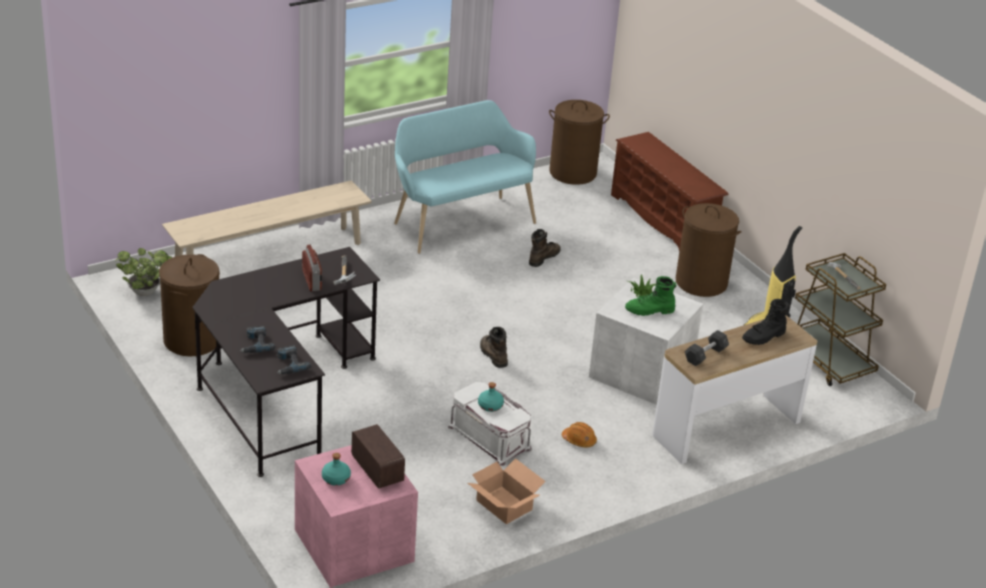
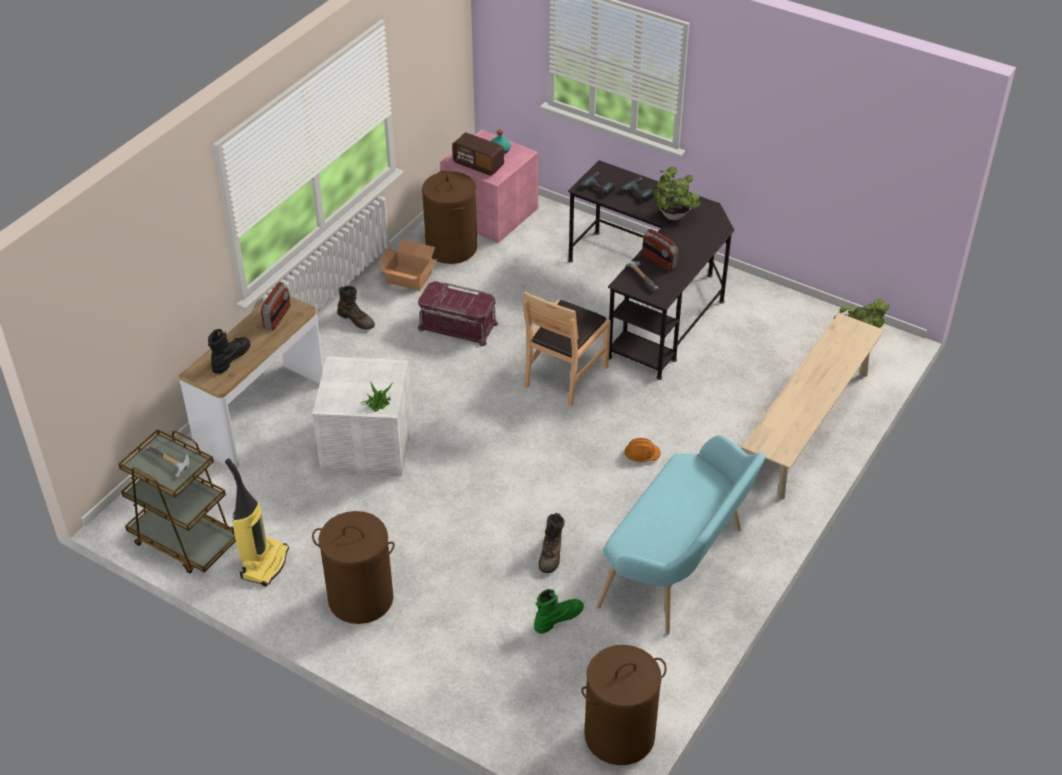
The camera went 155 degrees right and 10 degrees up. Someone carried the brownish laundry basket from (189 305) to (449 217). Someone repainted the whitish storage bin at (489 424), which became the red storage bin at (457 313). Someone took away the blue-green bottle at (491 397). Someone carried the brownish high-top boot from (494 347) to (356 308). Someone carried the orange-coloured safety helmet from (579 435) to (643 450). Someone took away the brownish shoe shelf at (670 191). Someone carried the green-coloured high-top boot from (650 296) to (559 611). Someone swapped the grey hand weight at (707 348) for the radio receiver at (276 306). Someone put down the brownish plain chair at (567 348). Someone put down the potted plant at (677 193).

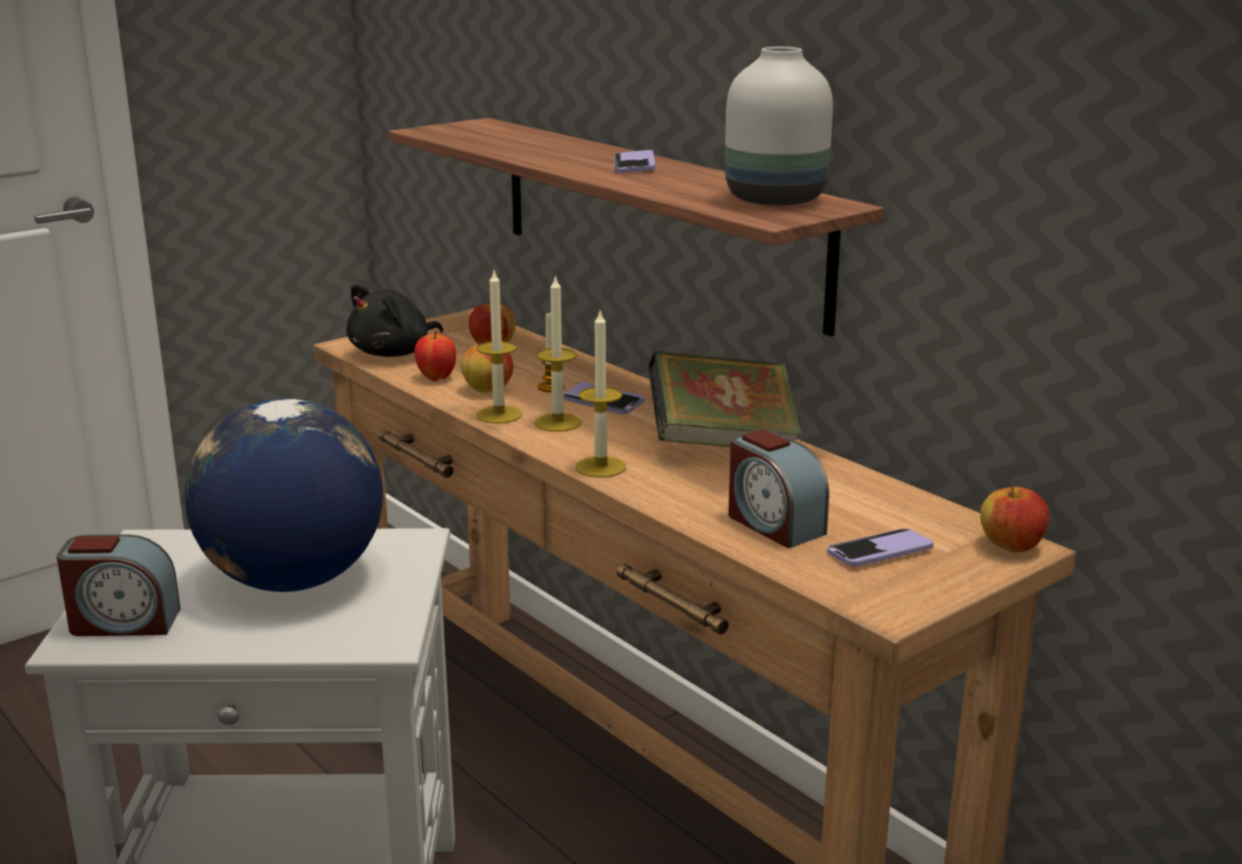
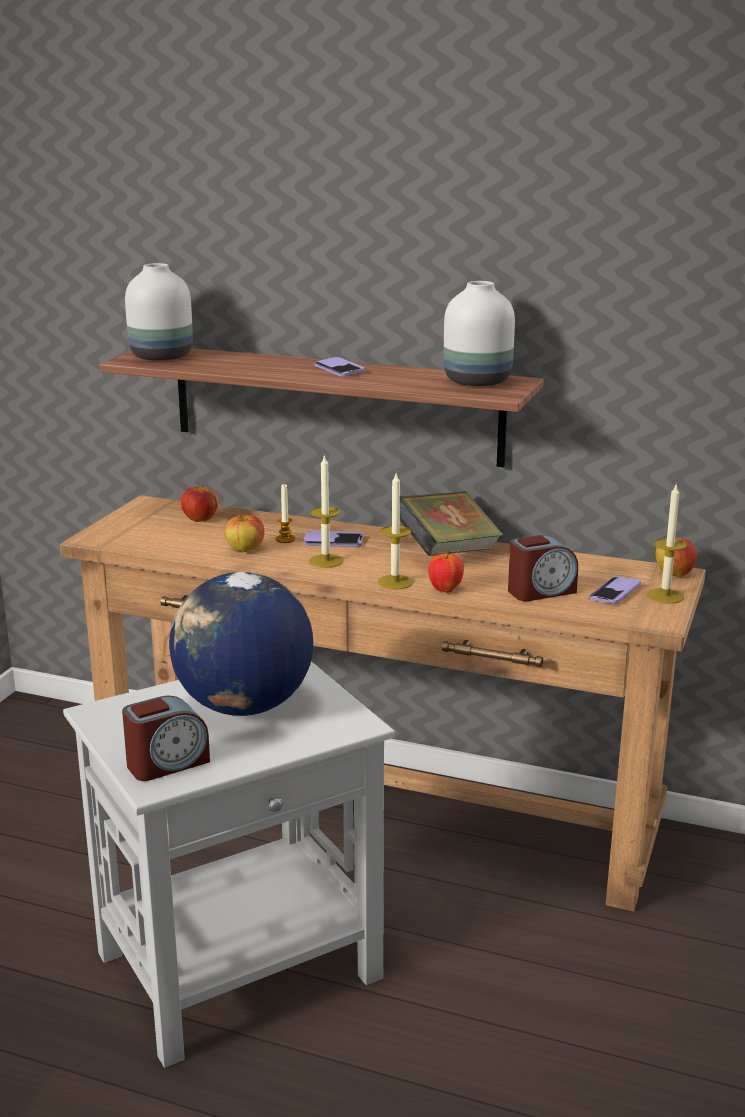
The camera went 30 degrees left and 0 degrees up. Someone took away the black-coloured plush toy at (394 320). Someone carried the apple fruit from (435 356) to (446 572). Someone carried the candle from (499 347) to (667 544). Someone rotated the table clock at (778 488) by 45 degrees counterclockwise. Someone put down the whitish flower vase at (159 312).

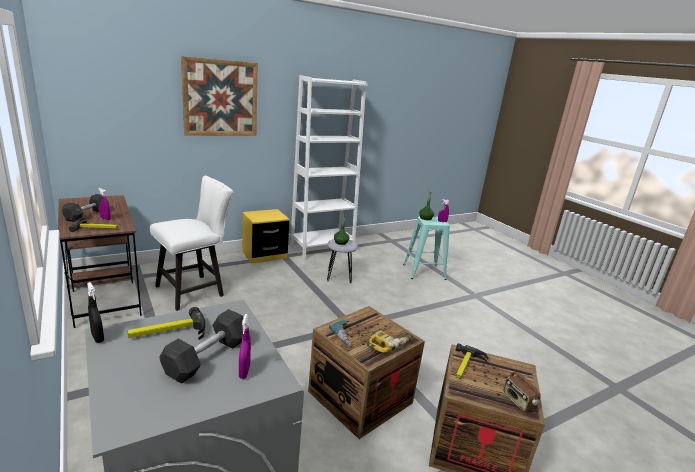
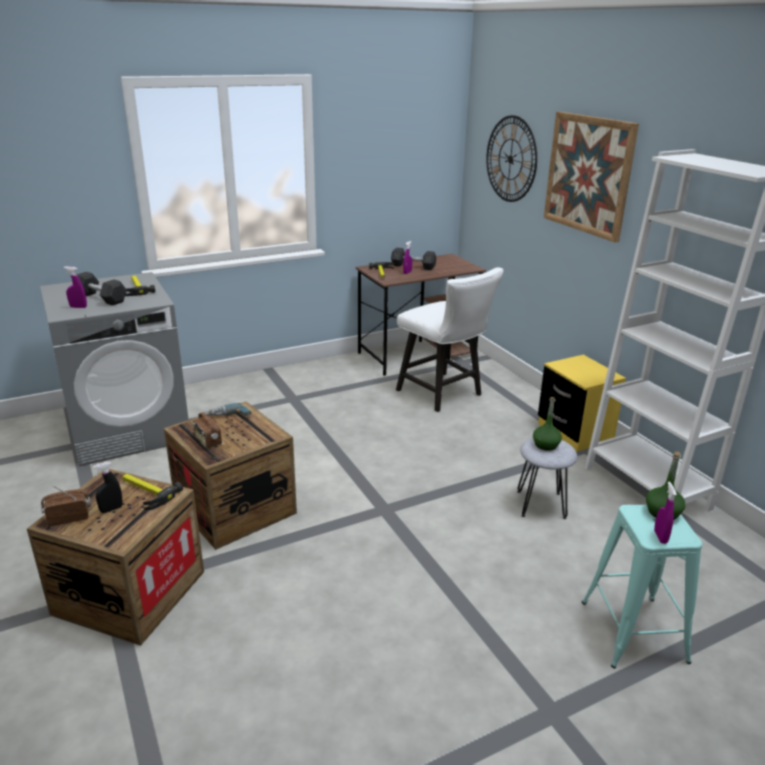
The camera went 95 degrees right and 5 degrees up. Someone carried the black-coloured spray bottle from (95 312) to (108 487). Someone swapped the power drill at (385 340) for the radio receiver at (207 428). Someone put up the hanging clock at (511 158).

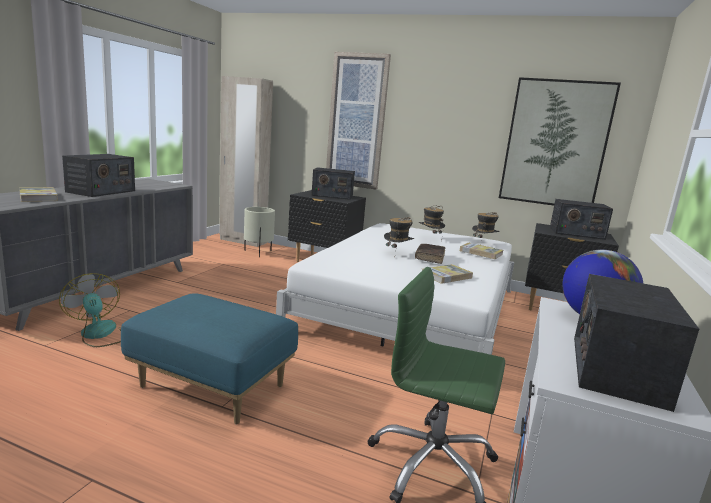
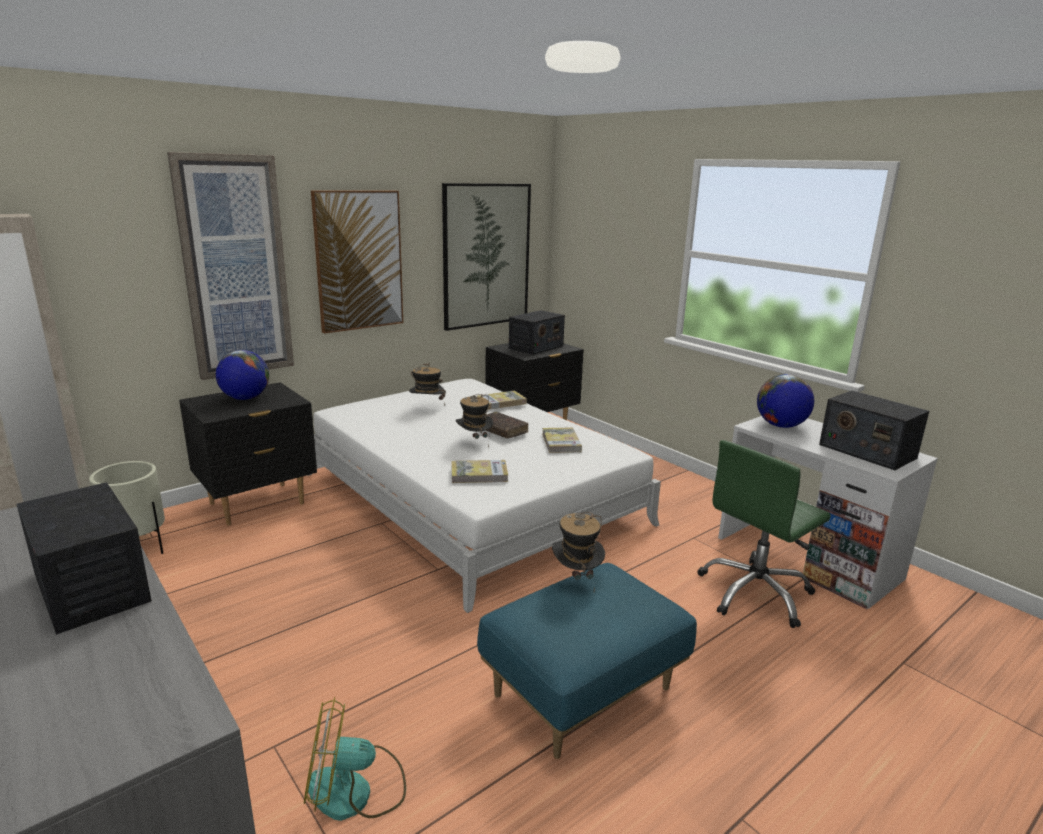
The camera went 60 degrees left and 5 degrees up. Someone carried the bound book from (38 194) to (479 471). Someone swapped the radio receiver at (333 183) for the globe at (242 375). Someone carried the hat from (485 228) to (578 551). Someone put up the wall art at (357 262).

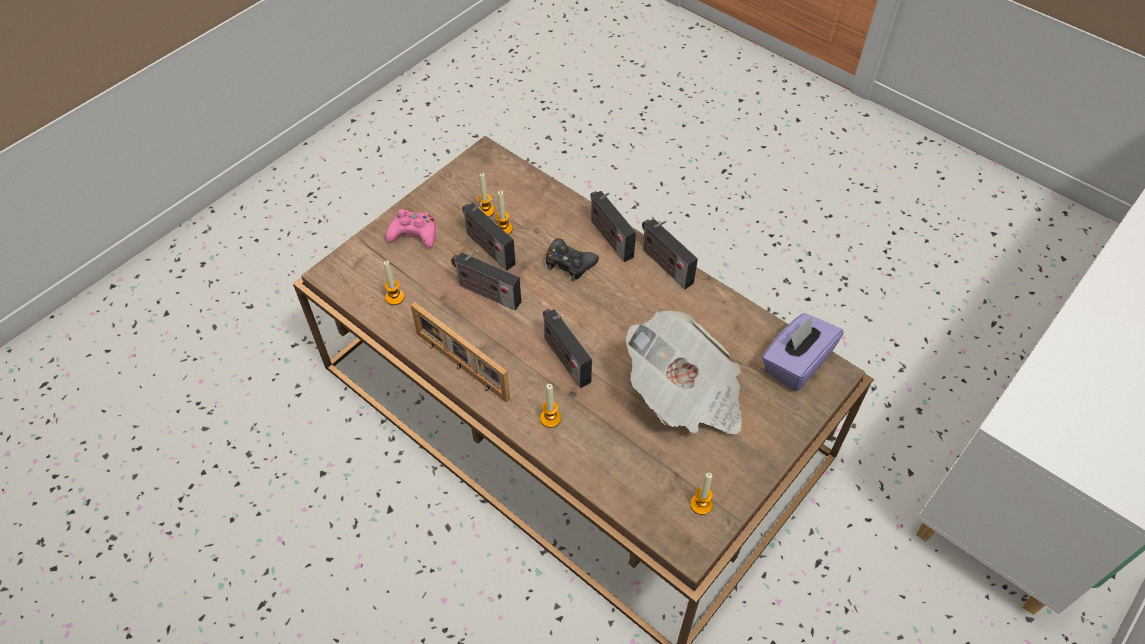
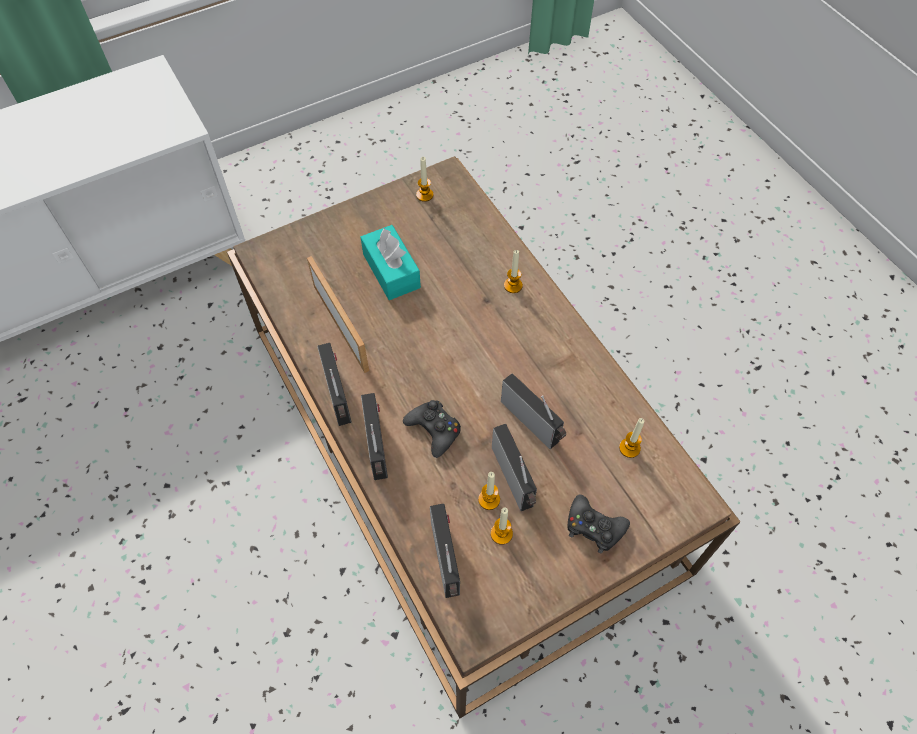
The camera went 160 degrees left and 5 degrees up. Someone repainted the pinkish joypad at (411 228), which became the black-coloured joypad at (598 524). Someone carried the standing frame from (460 352) to (338 314). Someone carried the radio receiver from (567 348) to (445 550). Someone swapped the newspaper at (684 372) for the blue-green tissue holder at (391 262). Someone took away the purplish tissue holder at (803 352).

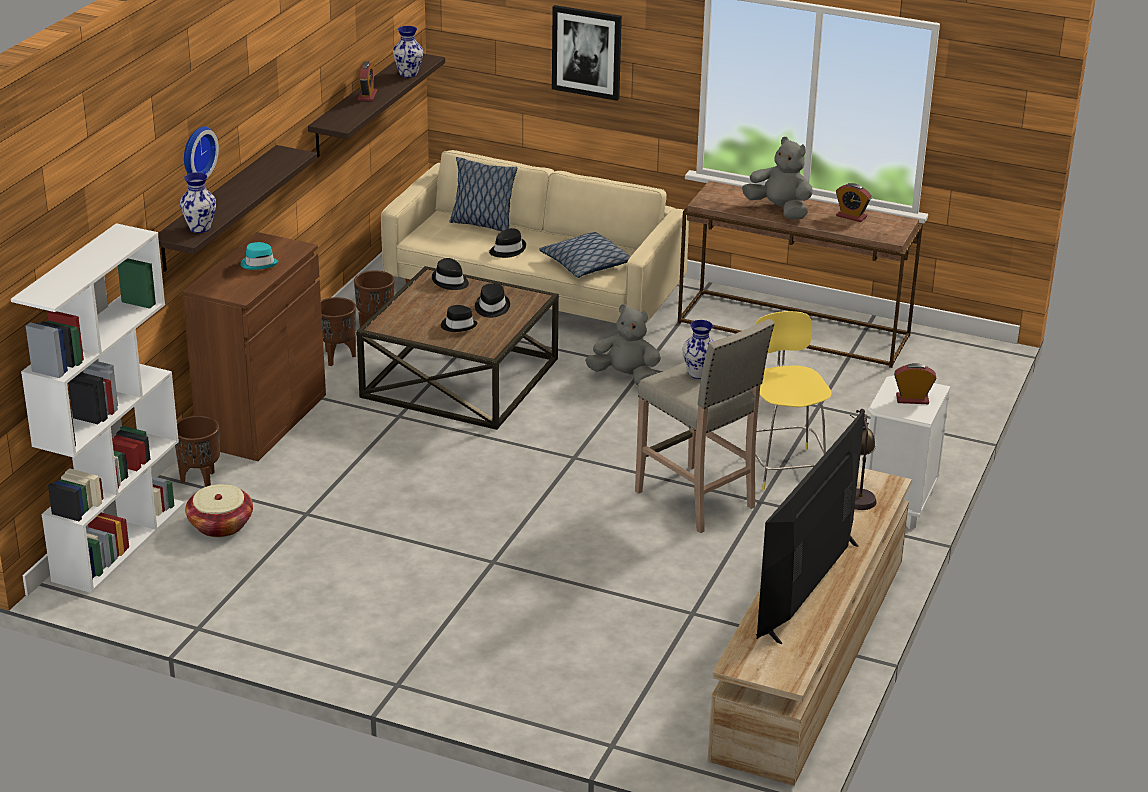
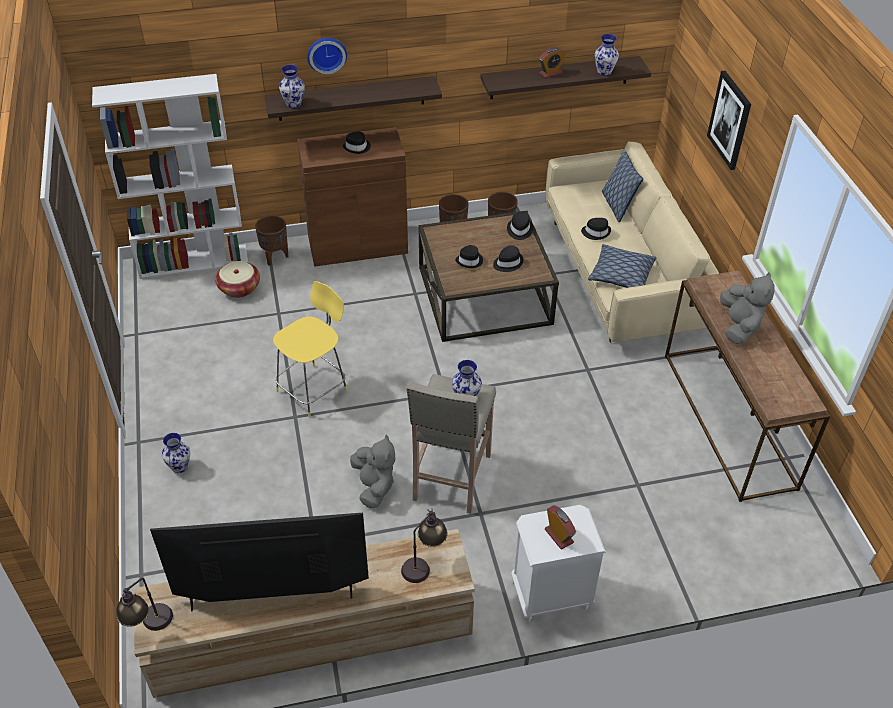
The camera went 55 degrees right and 15 degrees up. Someone repainted the blue-green hat at (259 256), which became the black-coloured hat at (356 142). Someone carried the grey plush toy from (623 345) to (372 471). Someone carried the yellow stool seat from (788 400) to (310 349). Someone took away the table clock at (854 202). Someone put down the table lamp at (144 604). Someone put down the flower vase at (176 453).

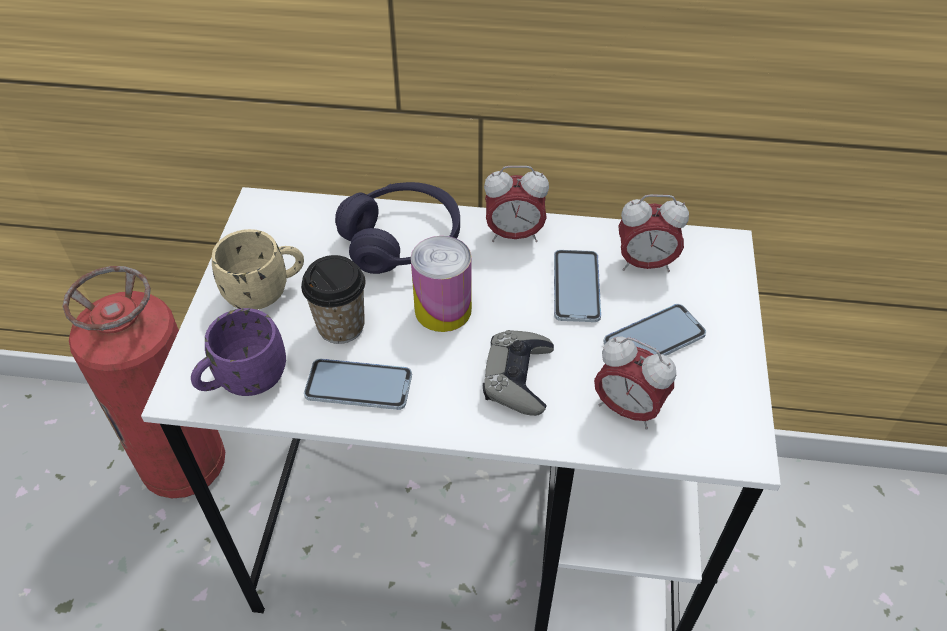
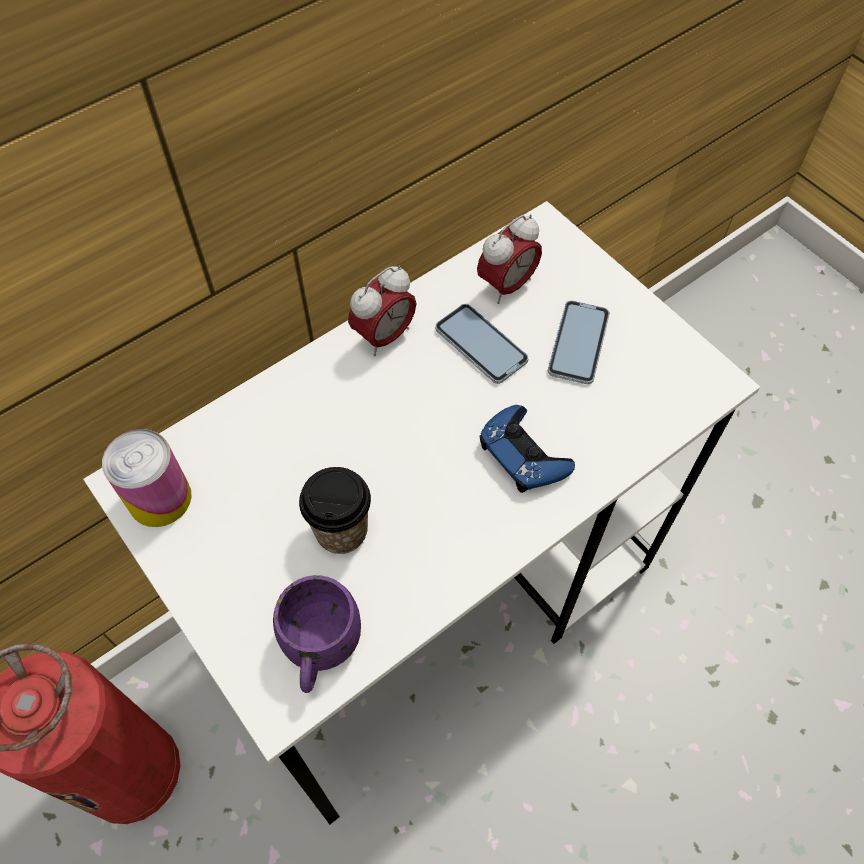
The camera went 45 degrees left and 10 degrees up. Someone took away the beige-coloured mug at (258 269). Someone took away the phone at (358 384). Someone took away the purplish headset at (397 228). Someone carried the can from (441 284) to (146 478). Someone repainted the grey joypad at (518 373), which became the blue joypad at (527 449). Someone took away the table clock at (635 382).

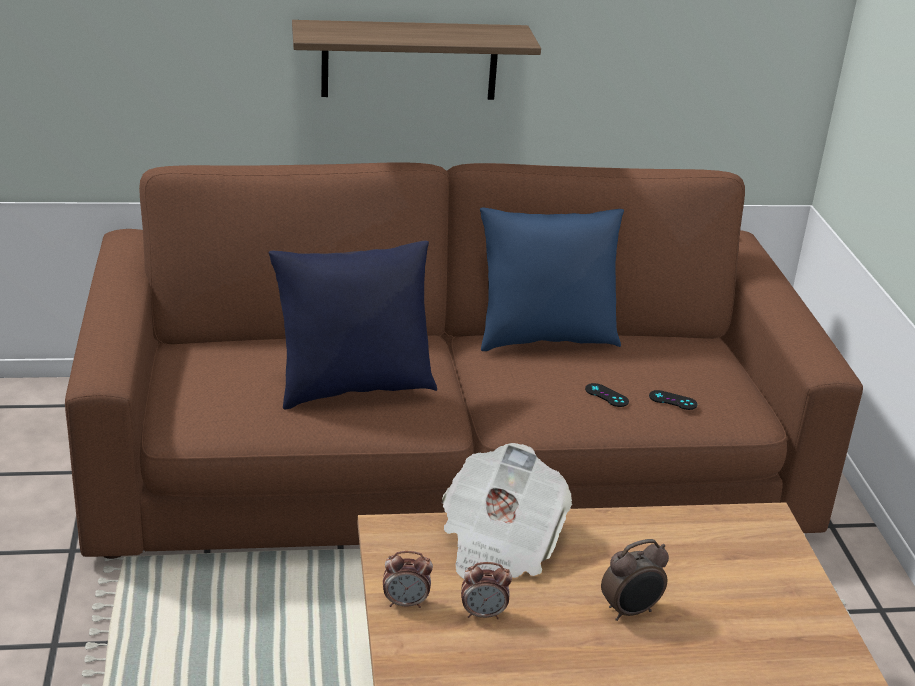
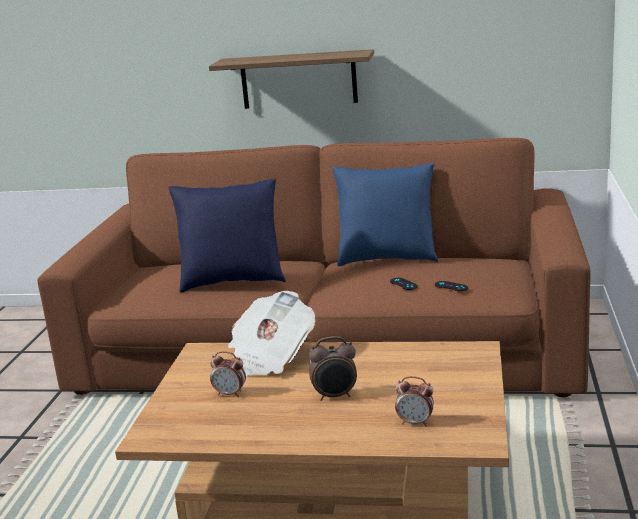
The camera went 20 degrees right and 10 degrees down. Someone carried the table clock from (408 579) to (414 401).

